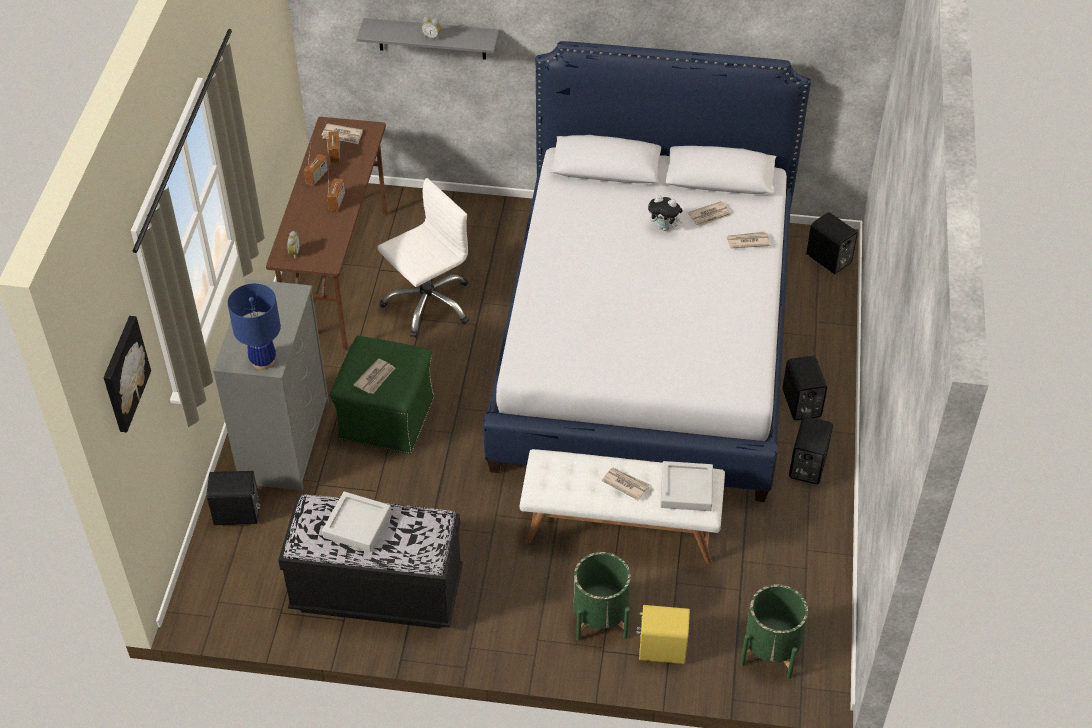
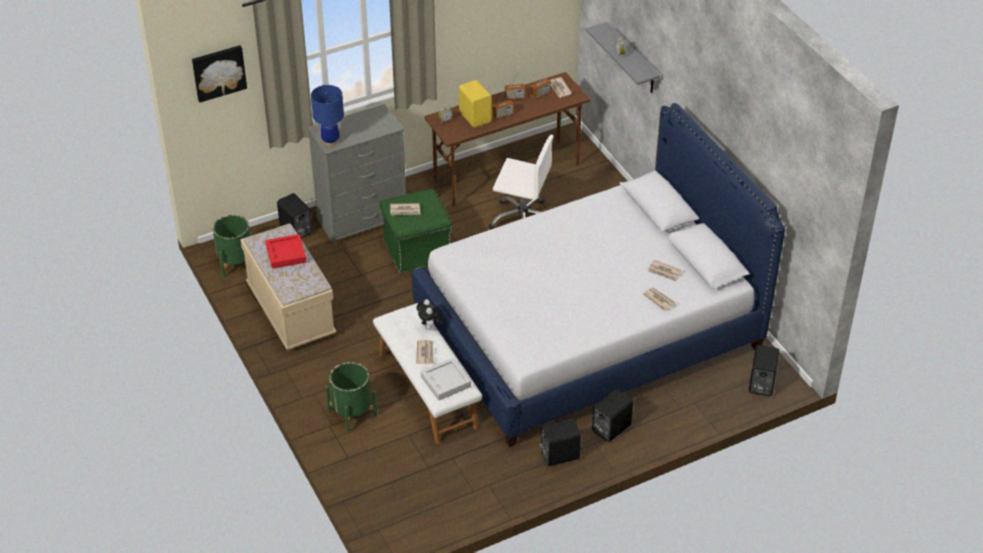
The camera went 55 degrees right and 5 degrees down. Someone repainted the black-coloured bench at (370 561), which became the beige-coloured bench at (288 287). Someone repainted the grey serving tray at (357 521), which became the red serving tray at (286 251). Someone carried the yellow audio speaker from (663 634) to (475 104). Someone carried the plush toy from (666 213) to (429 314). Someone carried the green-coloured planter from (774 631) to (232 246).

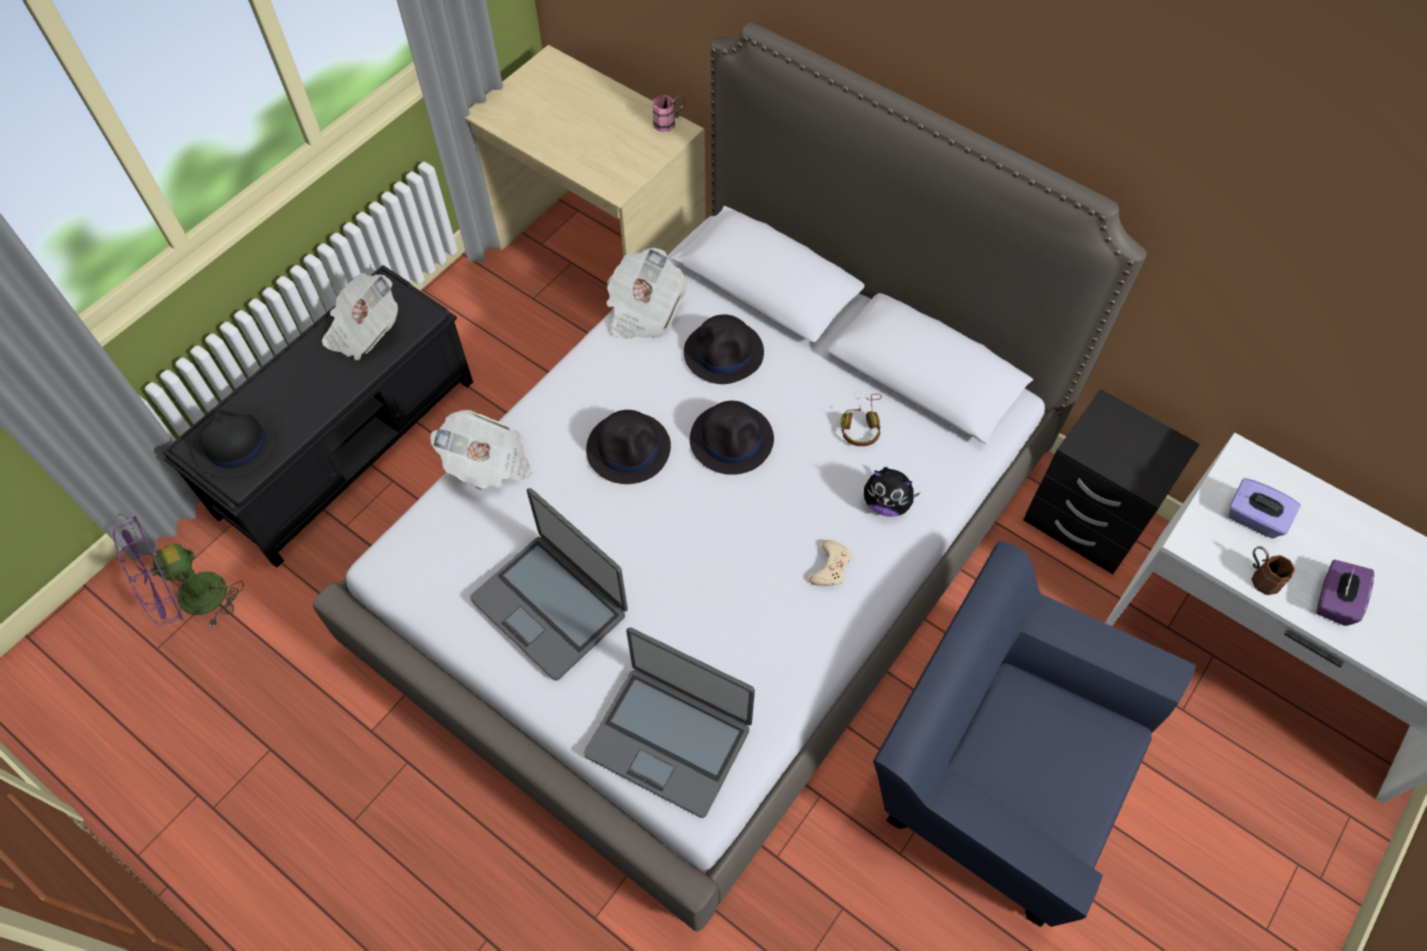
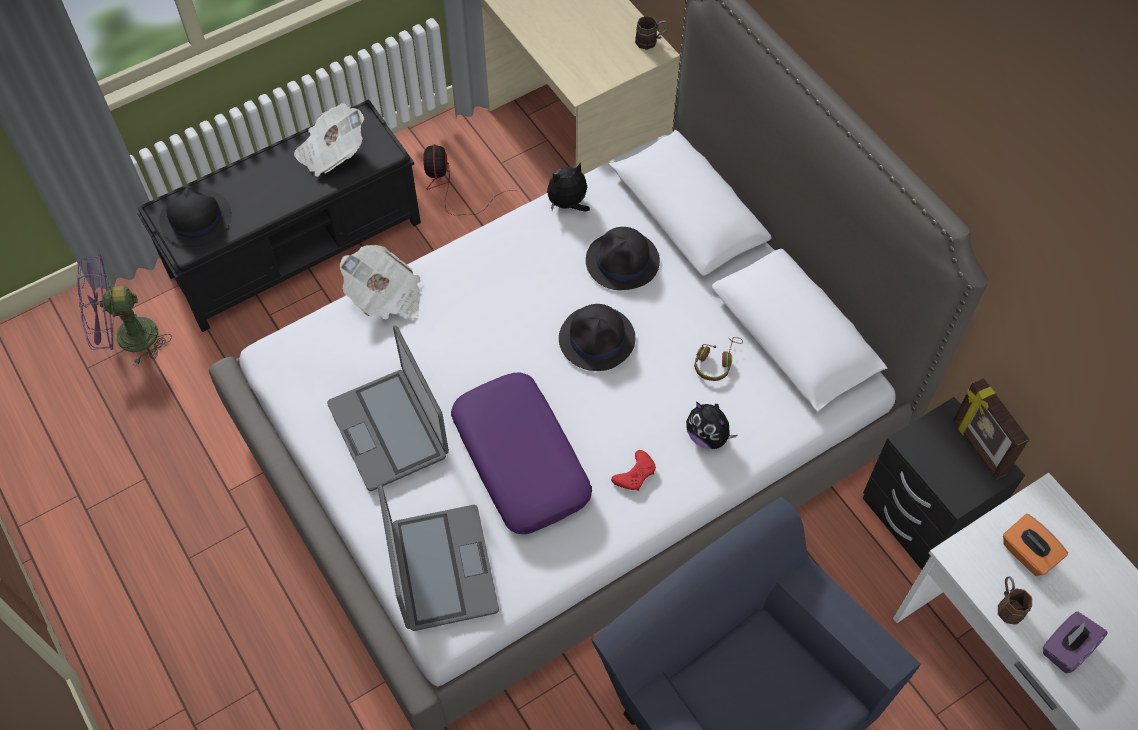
The camera went 20 degrees right and 0 degrees up. Someone rotated the notebook computer at (669 723) by 150 degrees counterclockwise. Someone took away the black-coloured hat at (628 447). Someone swapped the newspaper at (646 293) for the plush toy at (568 186). Someone repainted the pinkish mug at (669 113), which became the brownish mug at (652 33). Someone repainted the beige-coloured joypad at (830 563), which became the red joypad at (633 470). Someone repainted the purplish tissue holder at (1264 508), which became the orange-coloured tissue holder at (1035 545). Someone put down the fan at (470 179). Someone put down the purplish throw pillow at (521 453). Someone put down the standing frame at (991 428).

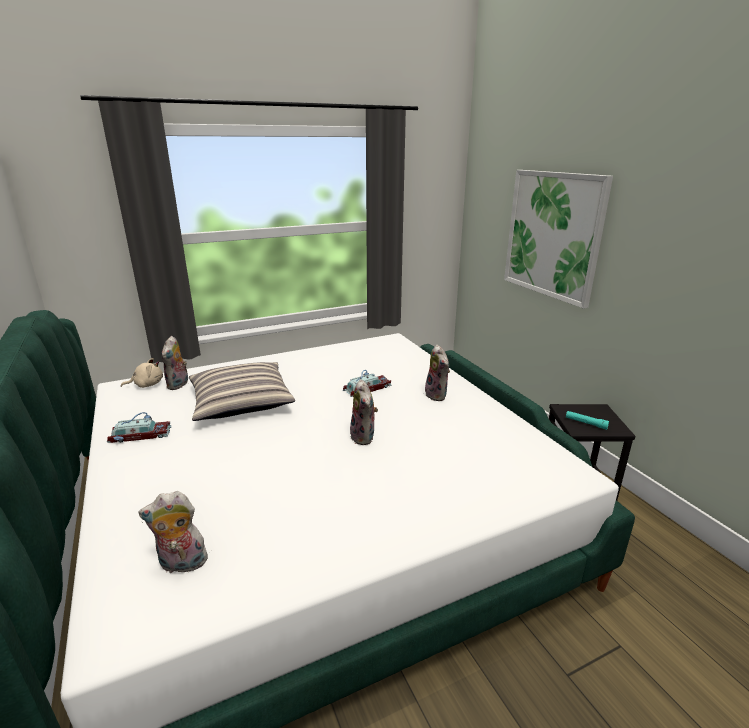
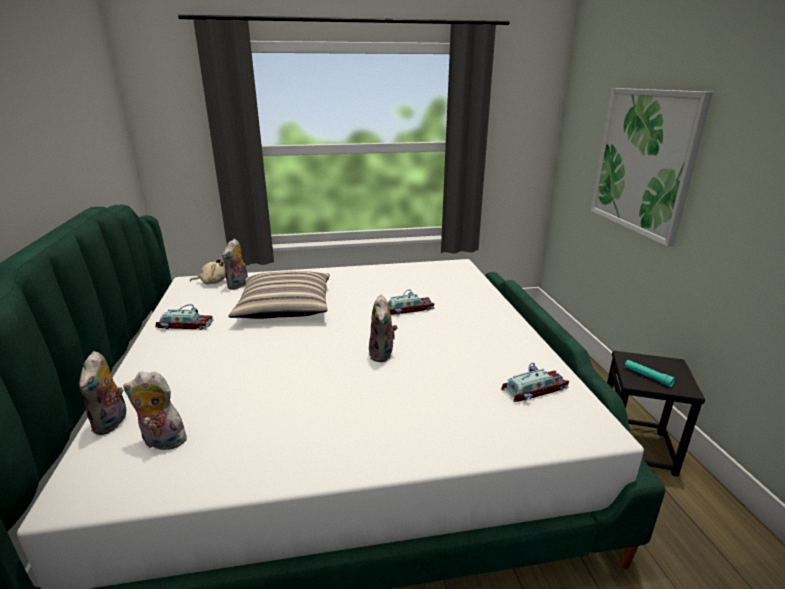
The camera went 15 degrees right and 0 degrees up. Someone carried the plush toy from (437 373) to (103 393). Someone put down the model car at (535 382).

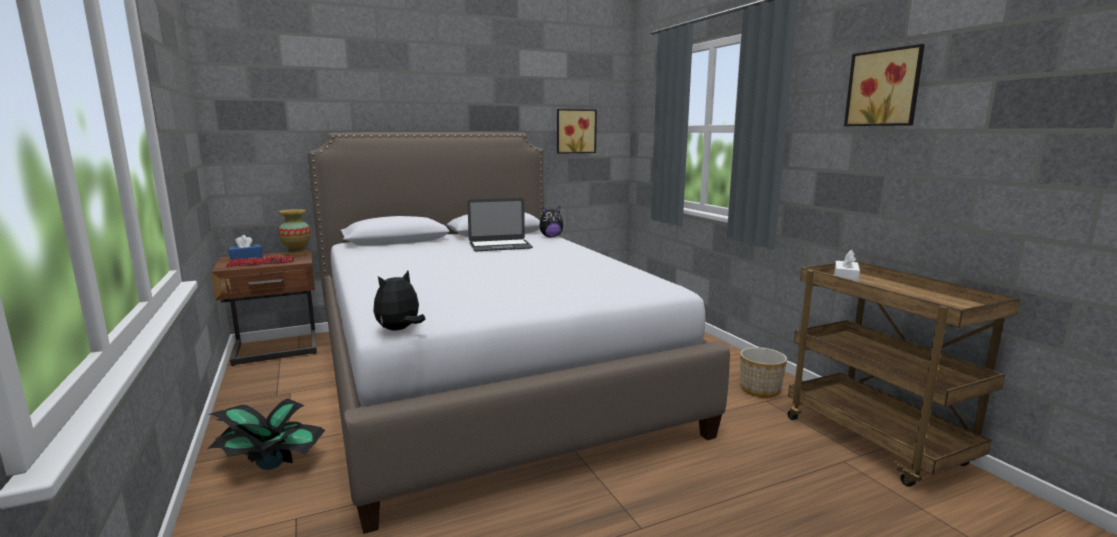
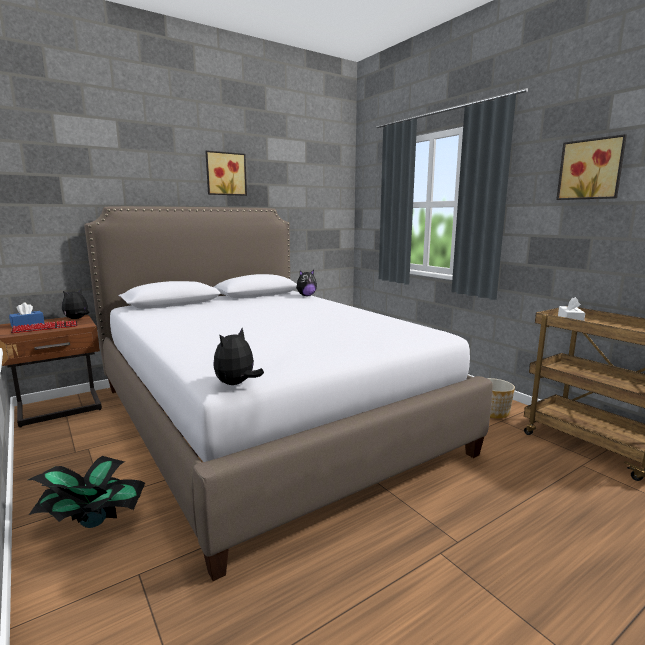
The camera went 10 degrees left and 0 degrees up. Someone swapped the flower vase at (294 233) for the plush toy at (76 304). Someone took away the notebook computer at (500 224). Someone carried the wall art from (577 131) to (226 173).

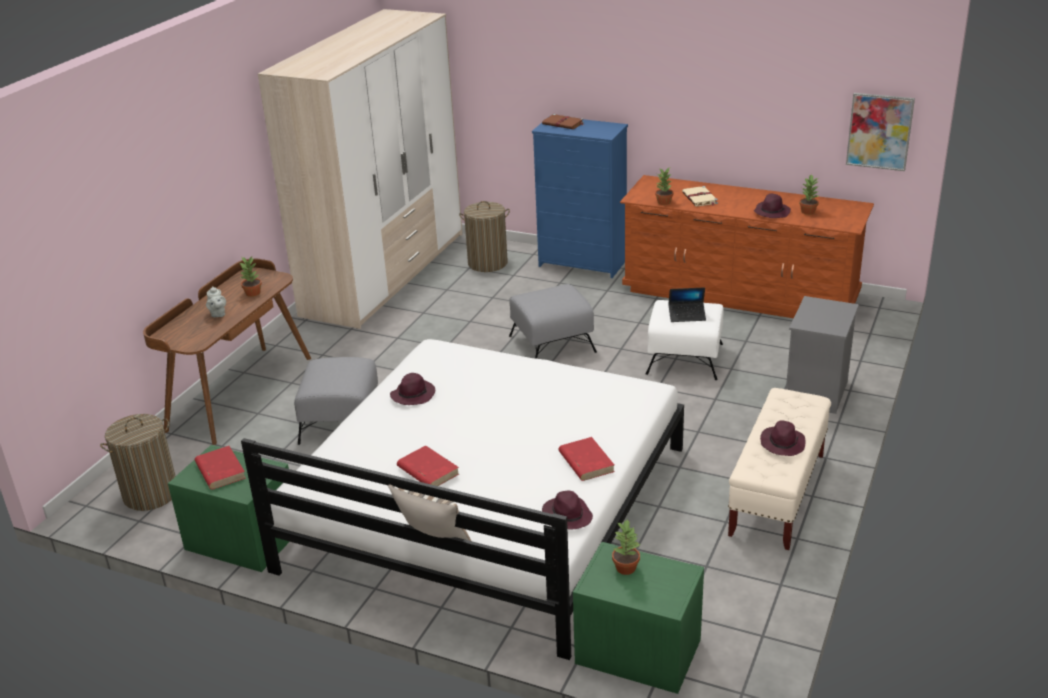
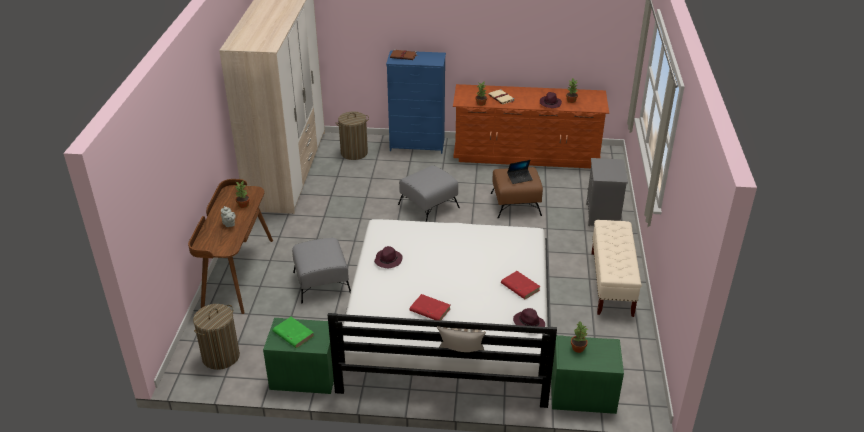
The camera went 20 degrees left and 5 degrees up. Someone repainted the red bound book at (220 468), which became the green-coloured bound book at (293 332). Someone repainted the whitish footrest at (684 340), which became the brownish footrest at (517 192). Someone took away the purplish hat at (782 438). Someone took away the wall art at (880 132).

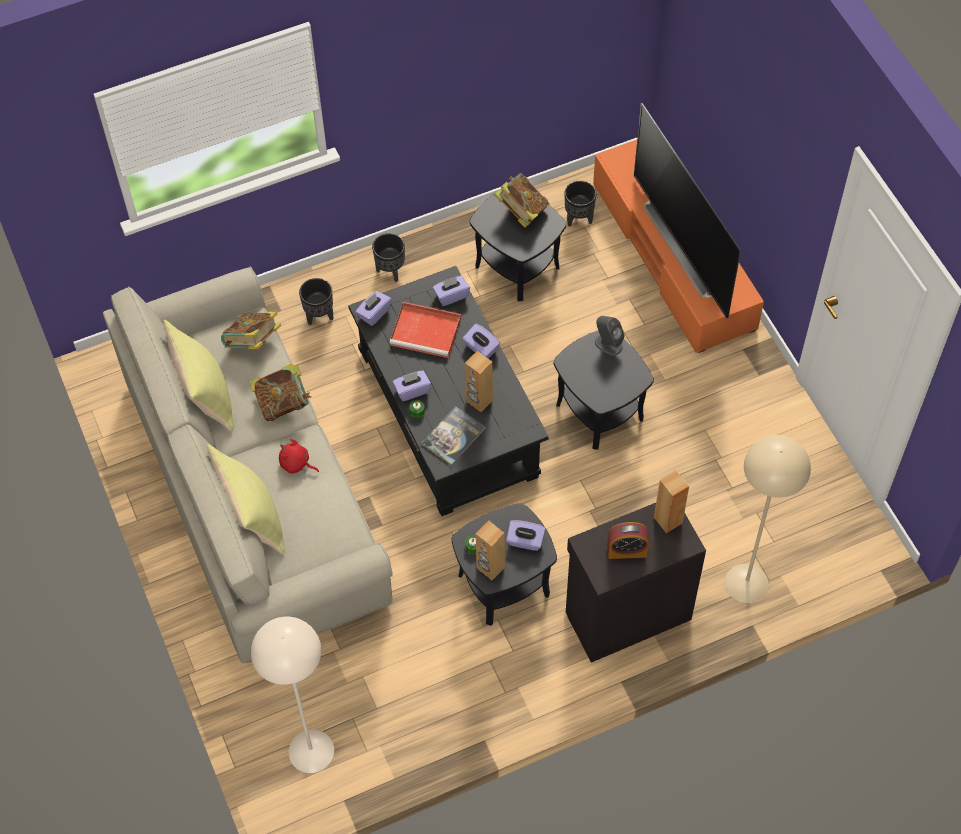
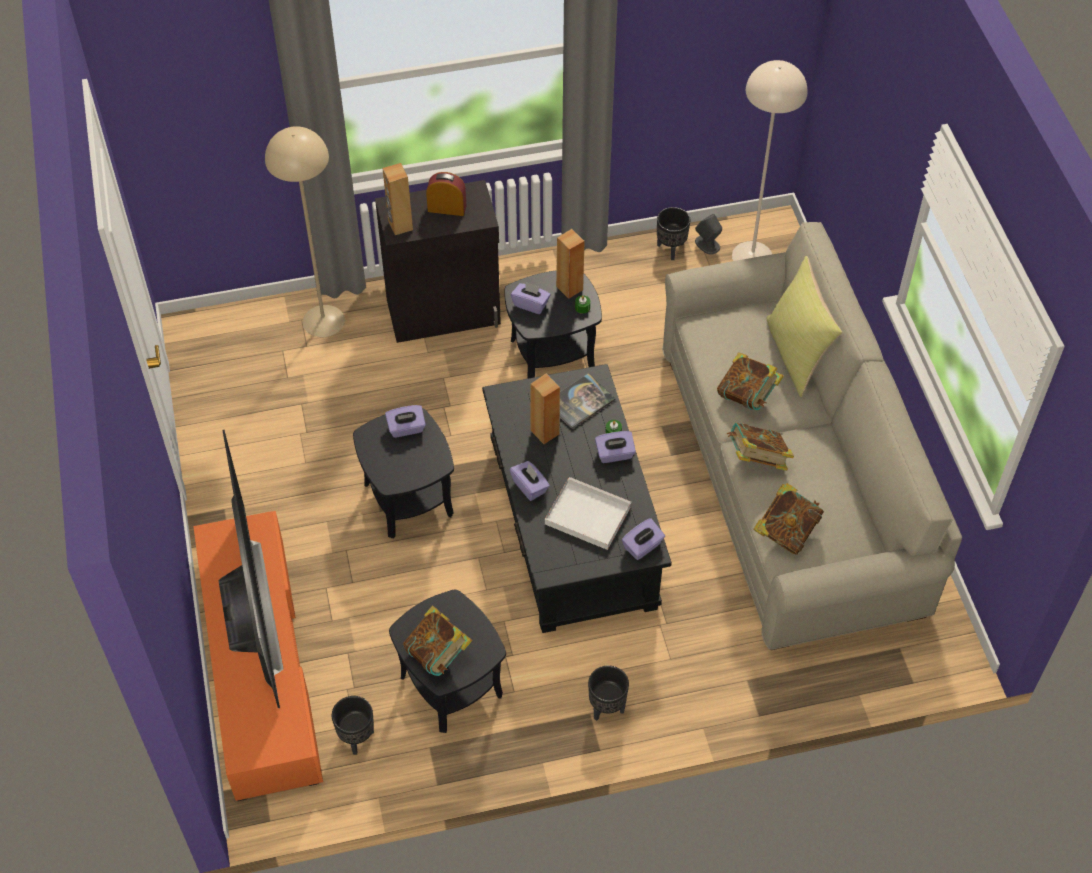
The camera went 170 degrees left and 5 degrees down. Someone took away the yellow throw pillow at (198 375). Someone swapped the red plush toy at (299 456) for the bound book at (750 381). Someone carried the black-coloured planter from (316 301) to (673 233). Someone repainted the red serving tray at (425 330), which became the whitish serving tray at (588 513). Someone carried the purplish tissue holder from (451 291) to (405 421). Someone carried the grey audio speaker from (610 336) to (708 234).

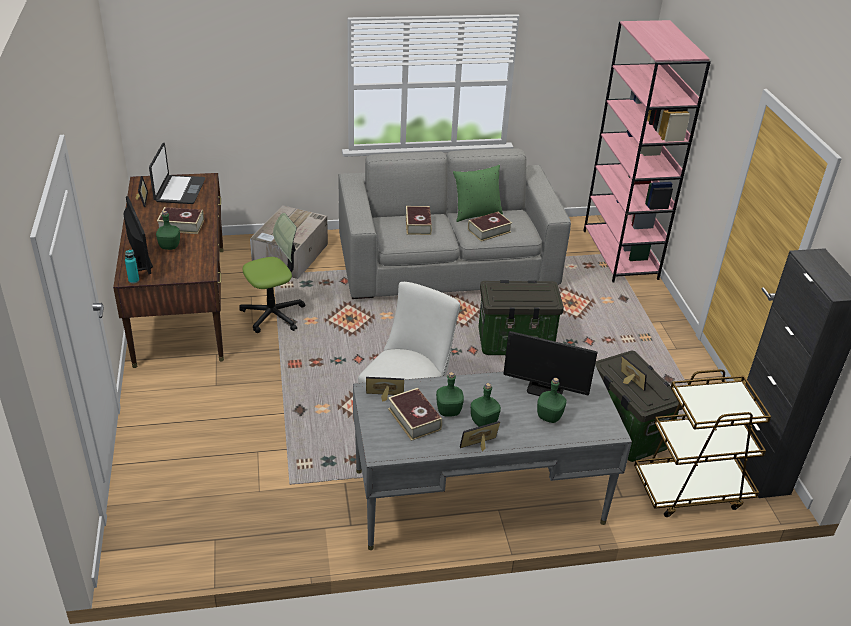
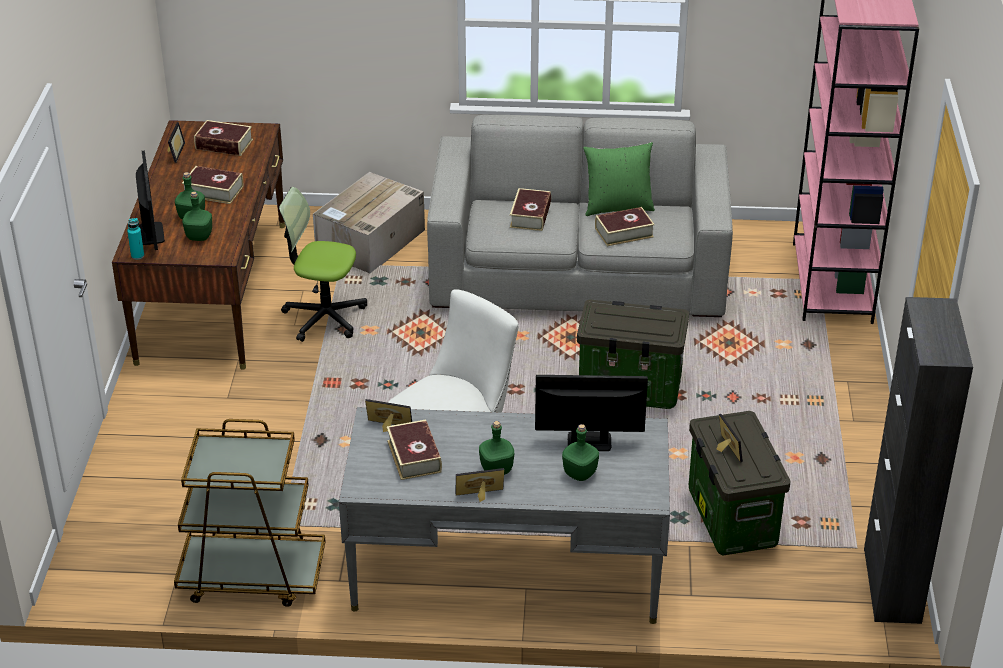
The camera went 15 degrees right and 0 degrees up. Someone swapped the notebook computer at (177 173) for the bound book at (223 138). Someone rotated the computer chair at (272 273) by 150 degrees counterclockwise. Someone carried the green-coloured bottle from (450 394) to (197 216). Someone rotated the computer screen at (550 363) by 150 degrees clockwise. Someone carried the brownish trolley from (702 443) to (250 513).

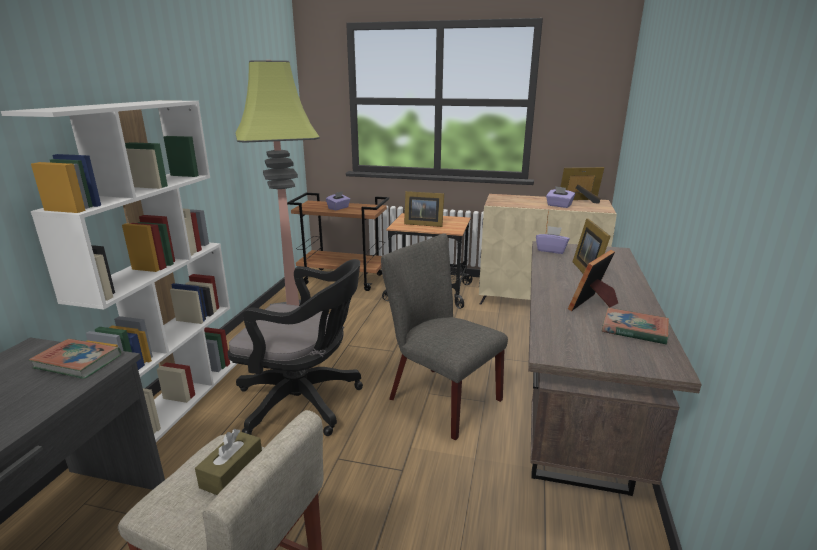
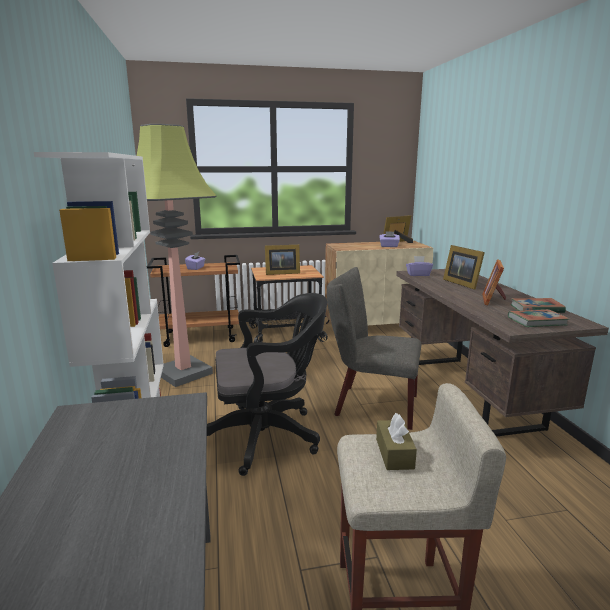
The camera went 25 degrees left and 5 degrees down. Someone carried the bound book from (75 359) to (538 318).

